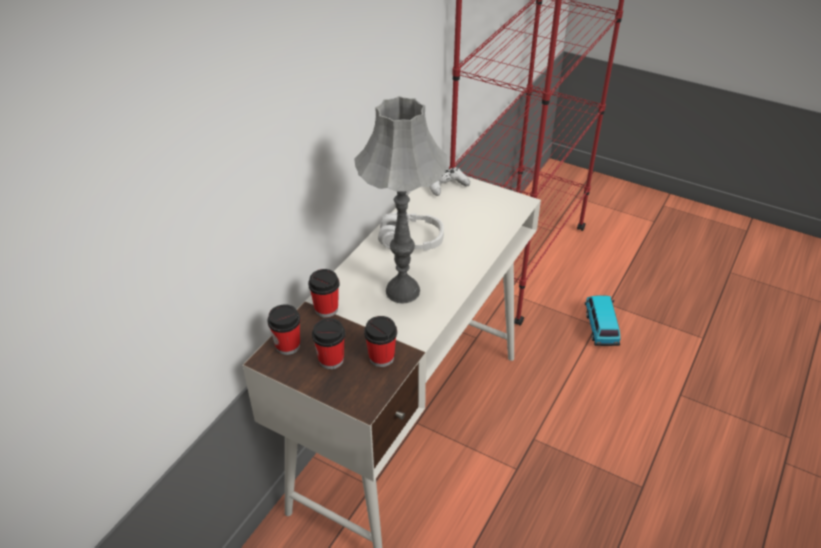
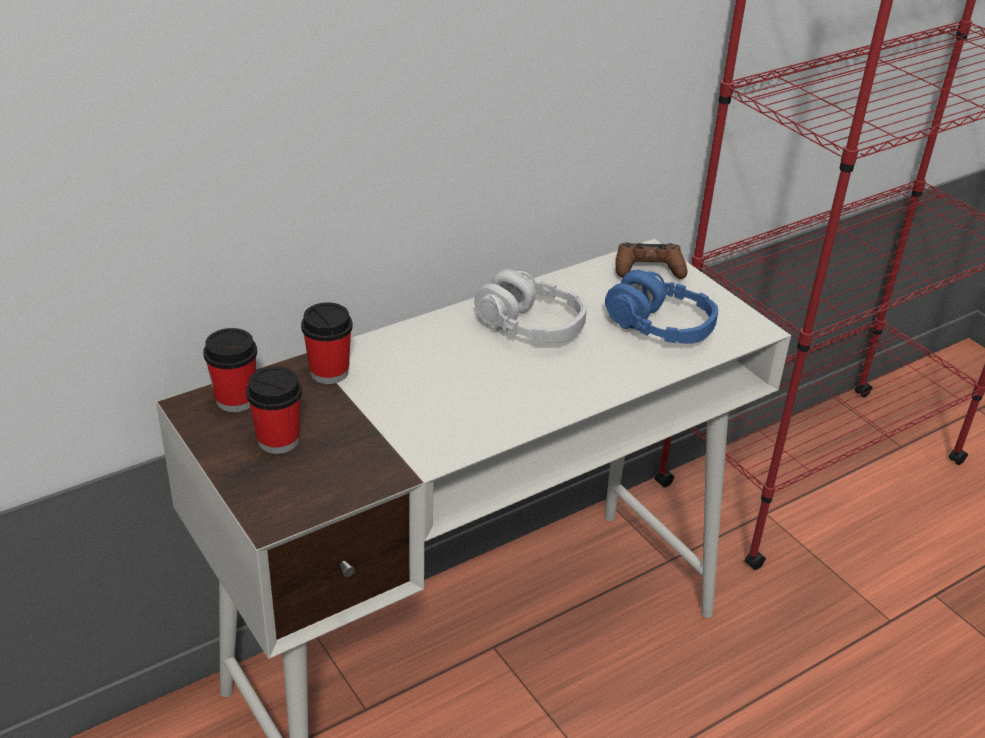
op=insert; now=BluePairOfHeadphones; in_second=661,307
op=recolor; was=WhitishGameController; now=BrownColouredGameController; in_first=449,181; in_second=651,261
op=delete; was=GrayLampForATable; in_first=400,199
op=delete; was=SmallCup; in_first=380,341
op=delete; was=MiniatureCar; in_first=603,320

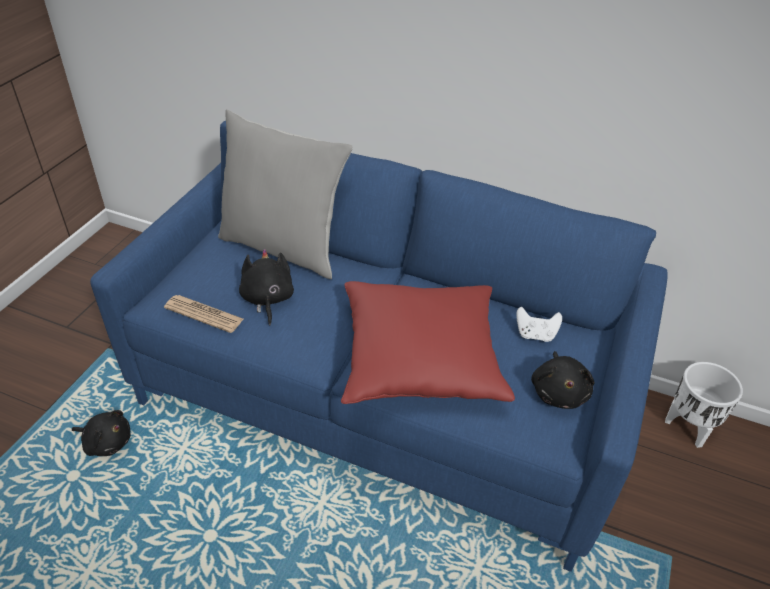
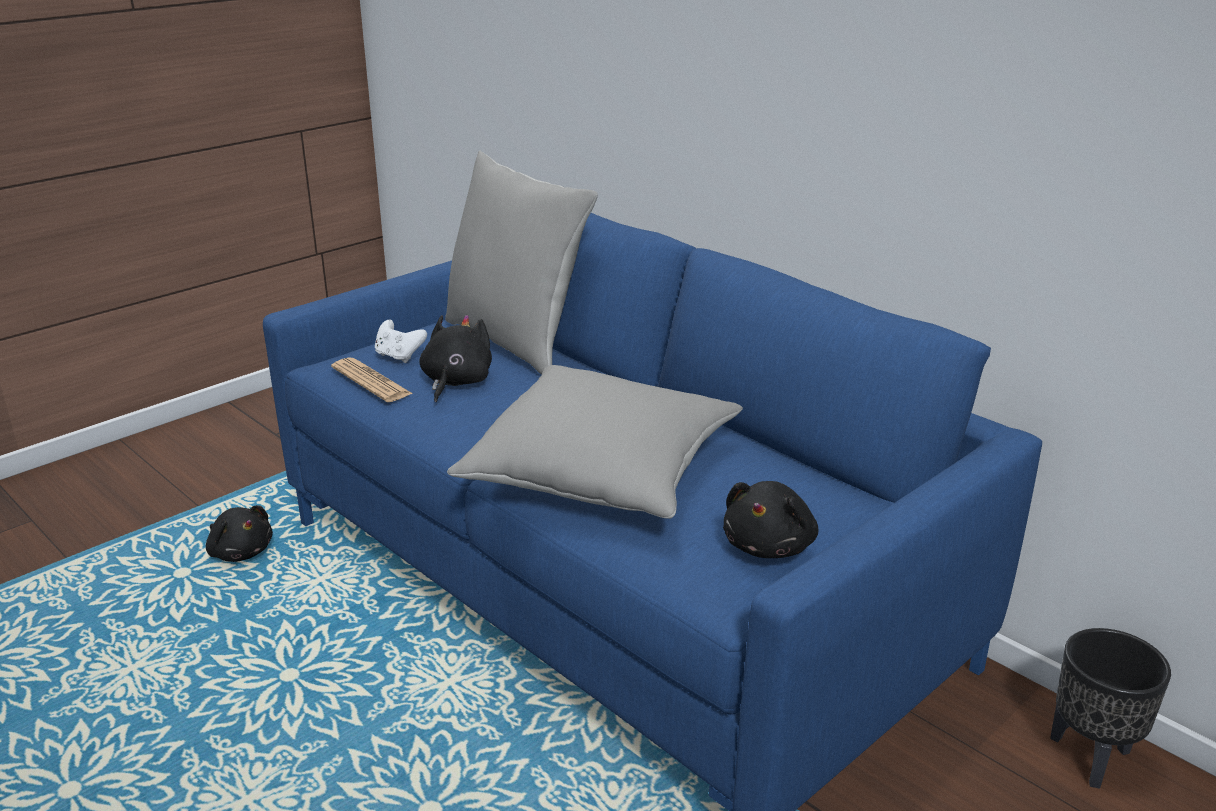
op=move; was=WhitishGameController; in_first=539,324; in_second=401,341
op=recolor; was=RedColouredPillow; now=GrayPillow; in_first=428,342; in_second=595,442
op=recolor; was=WhitishFlowerPot; now=BlackishFlowerPot; in_first=704,405; in_second=1110,708

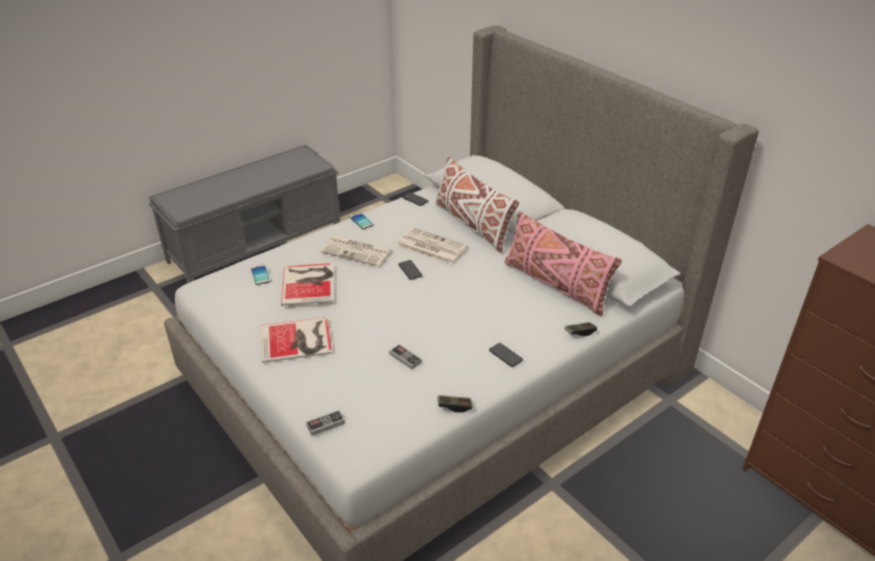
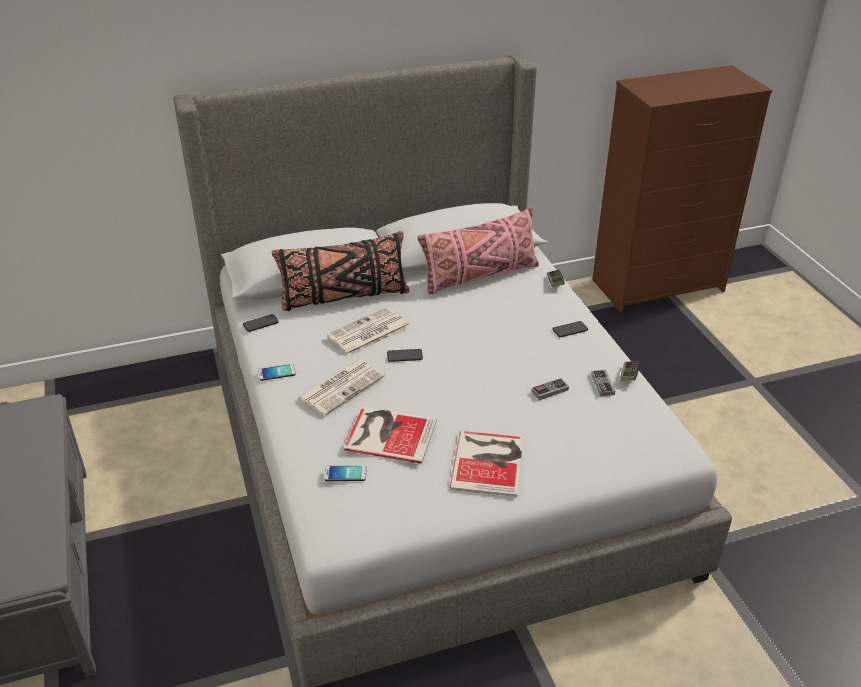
op=recolor; was=WhitishPillow; now=BlackishPillow; in_first=477,205; in_second=340,271
op=move; was=GameController; in_first=325,423; in_second=603,383

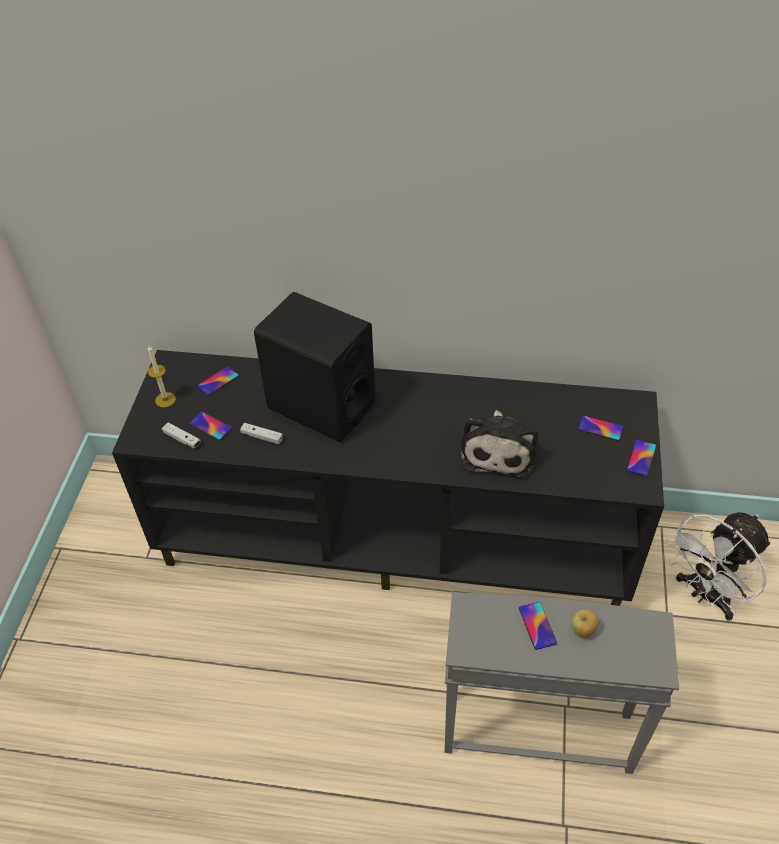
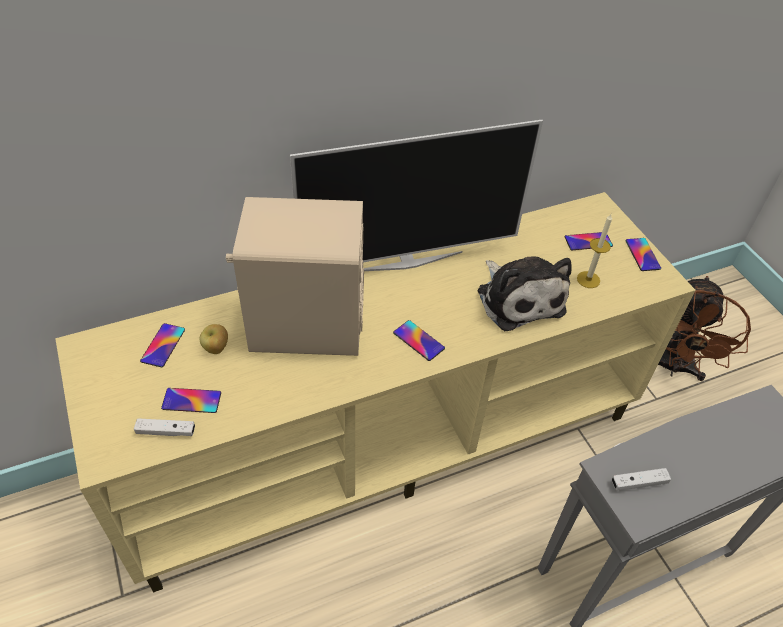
op=recolor; was=BlackishTvUnit; now=BeigeTvUnit; in_first=388,478; in_second=375,392
op=move; was=Apple; in_first=585,623; in_second=214,339
op=recolor; was=BlackishSpeaker; now=BeigeSpeaker; in_first=314,367; in_second=295,276
op=insert; now=TvSet; in_second=416,195
op=move; was=Handset; in_first=538,626; in_second=419,340
op=move; was=WaxLight; in_first=162,376; in_second=594,251
op=move; was=WhitishGameController; in_first=261,433; in_second=641,479
op=recolor; was=WhitishElectricFan; now=BrownColouredElectricFan; in_first=718,566; in_second=704,328

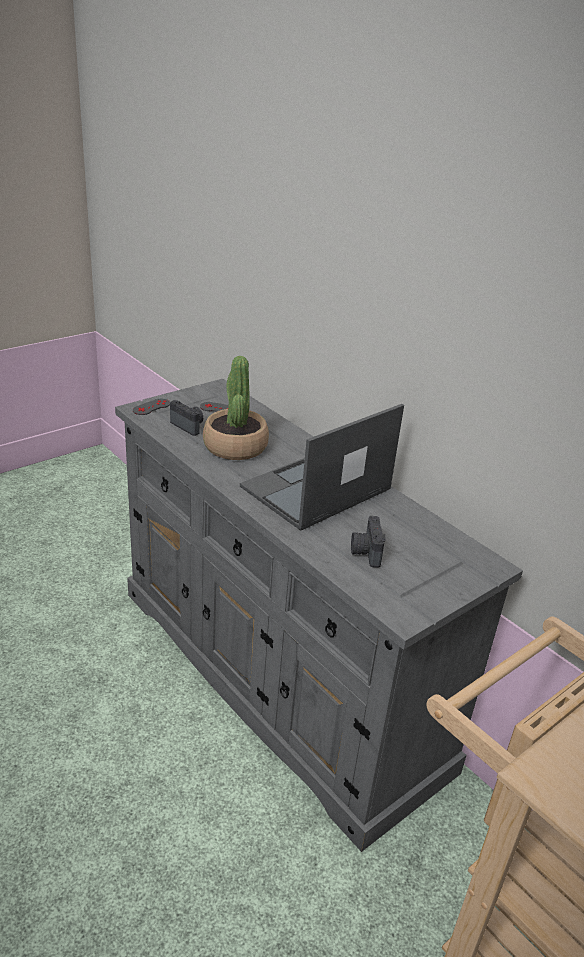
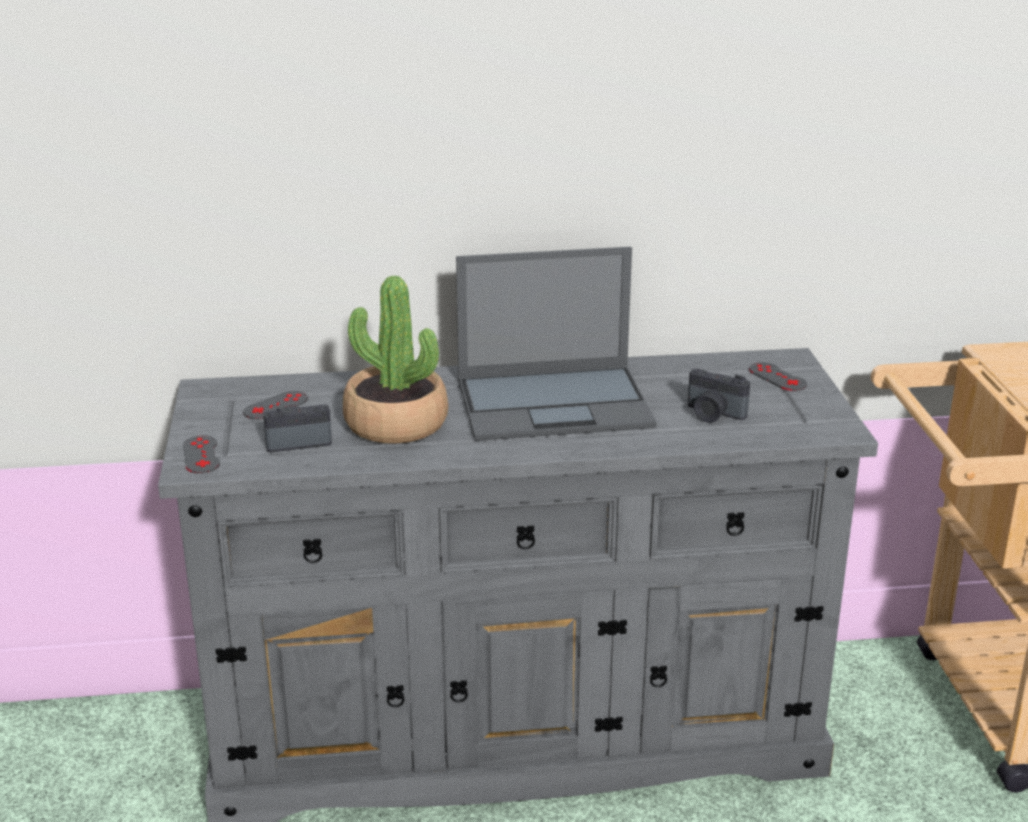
op=rotate; was=NotebookComputer; in_first=322,467; in_second=556,344; clockwise=-90
op=insert; now=GrayGameController; in_second=778,376

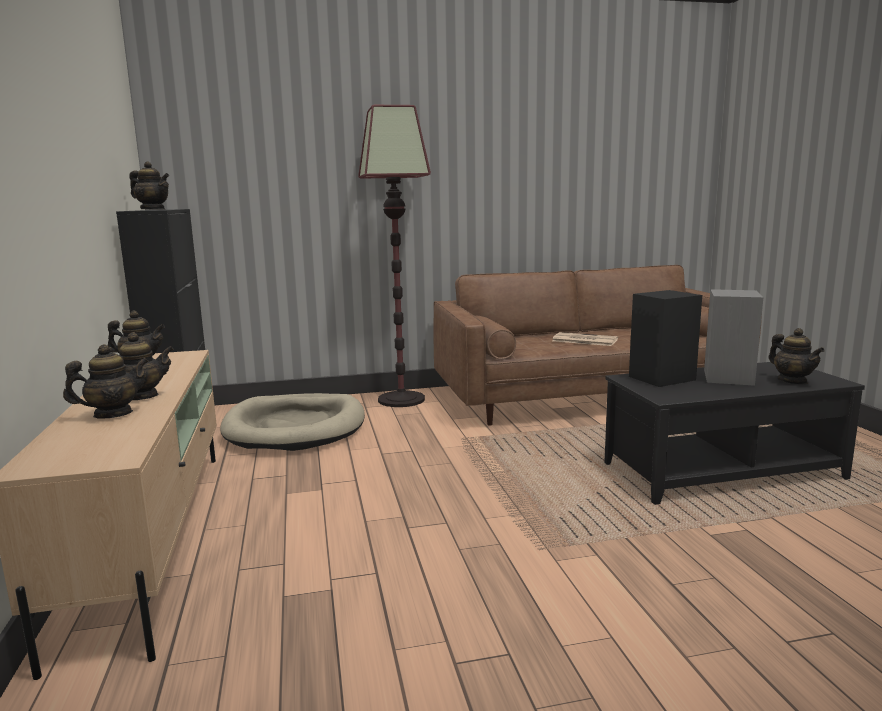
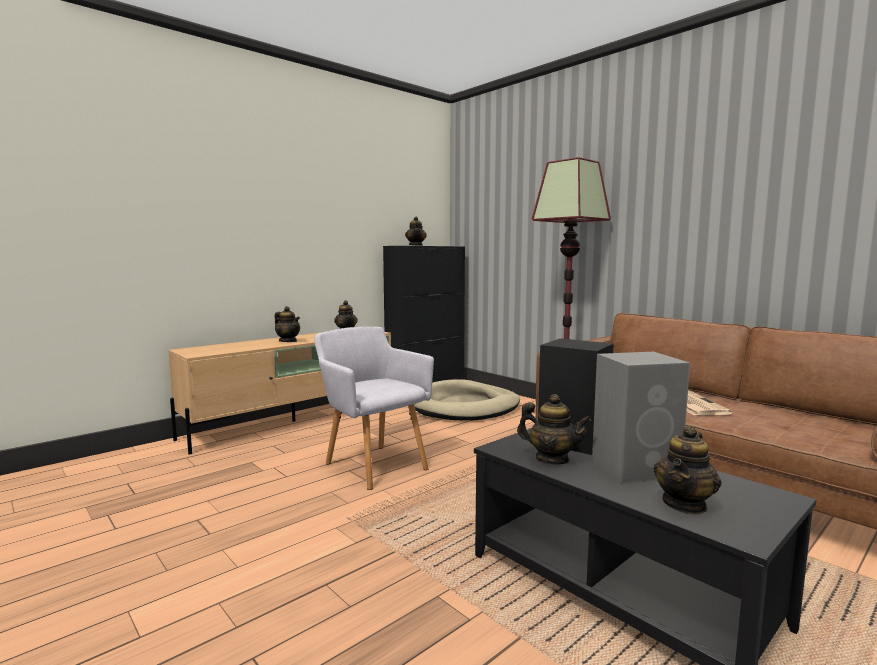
op=insert; now=GrayEasyChair; in_second=374,408
op=move; was=TeaPot; in_first=106,381; in_second=554,429

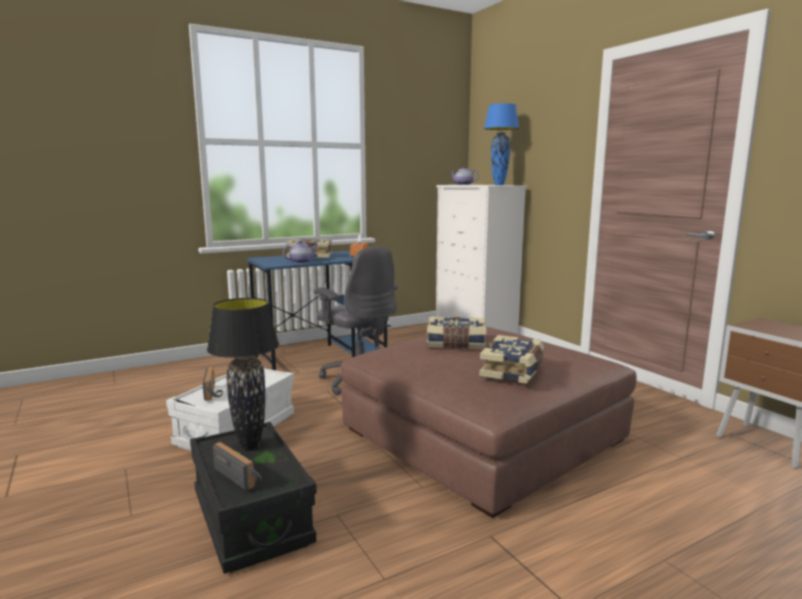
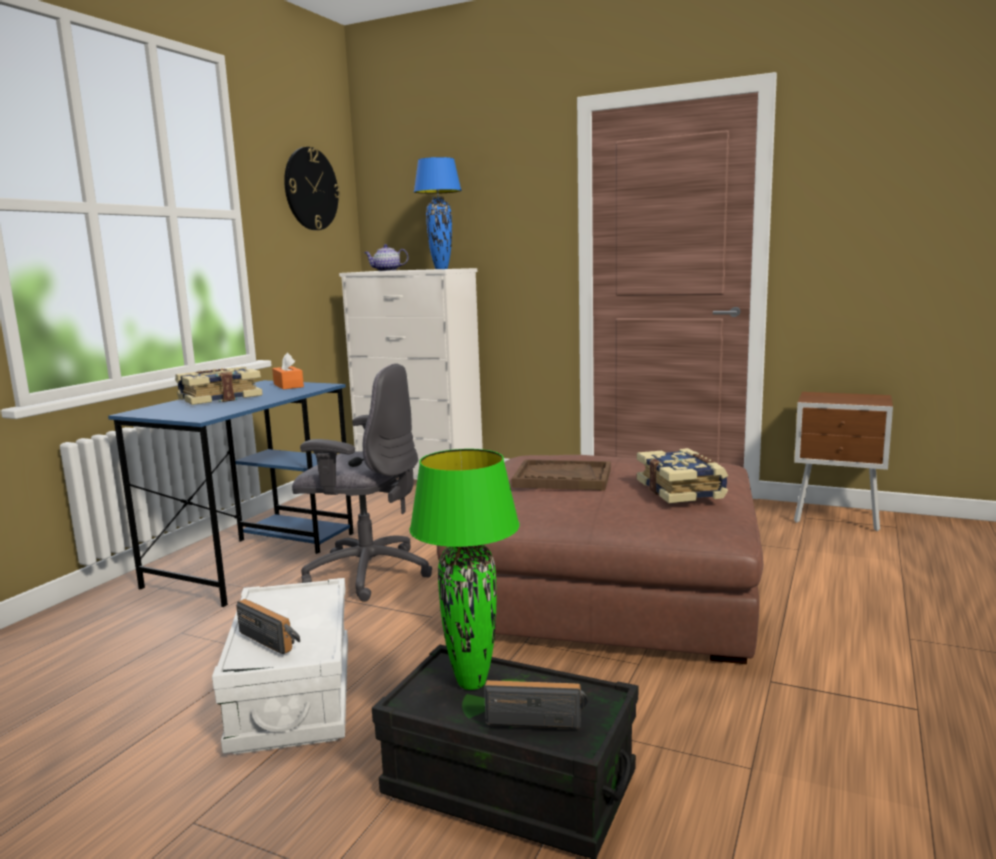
op=insert; now=WallClock; in_second=312,188
op=recolor; was=BlackishLampForATable; now=GreenLampForATable; in_first=243,374; in_second=465,569
op=replace; was=Book; now=BrownColouredServingTray; in_first=456,332; in_second=561,475
op=delete; was=TeaPot; in_first=300,251

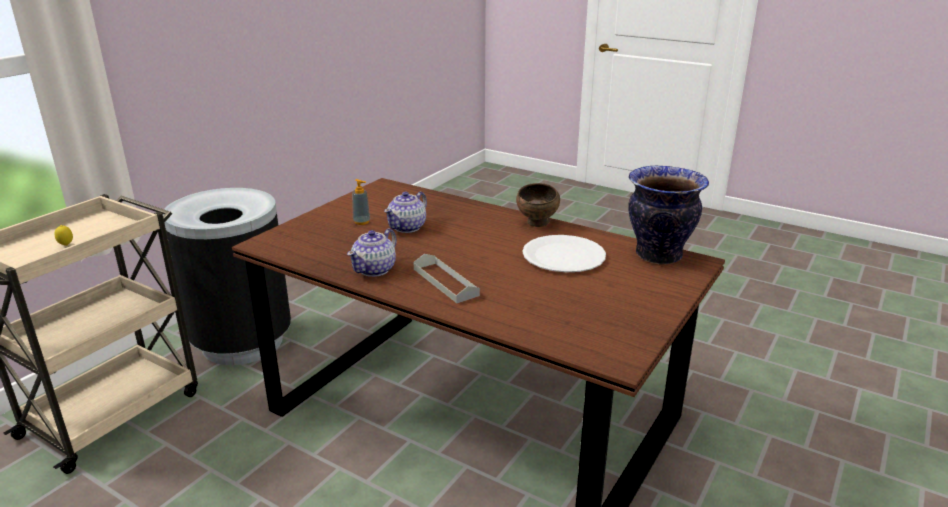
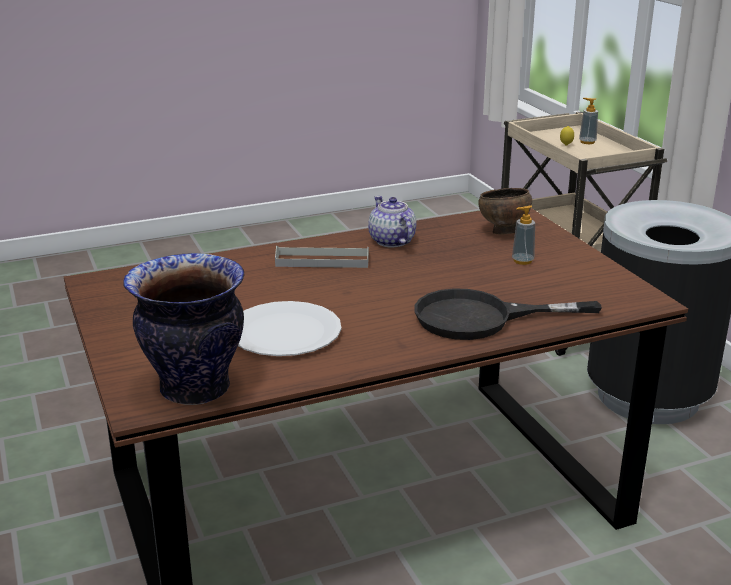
op=insert; now=BlackishSkillet; in_second=508,314
op=move; was=BrownColouredBowl; in_first=538,205; in_second=505,211
op=insert; now=LiquidSoapBottle; in_second=588,121
op=delete; was=TeaPot; in_first=405,212

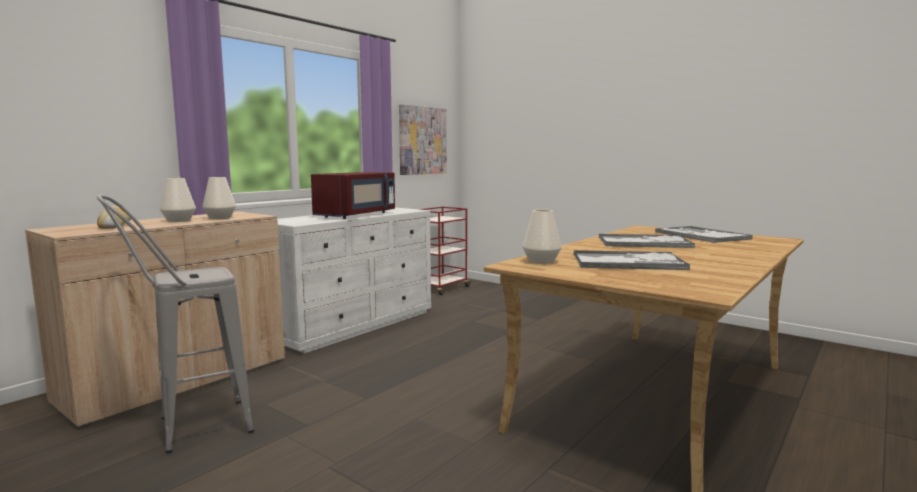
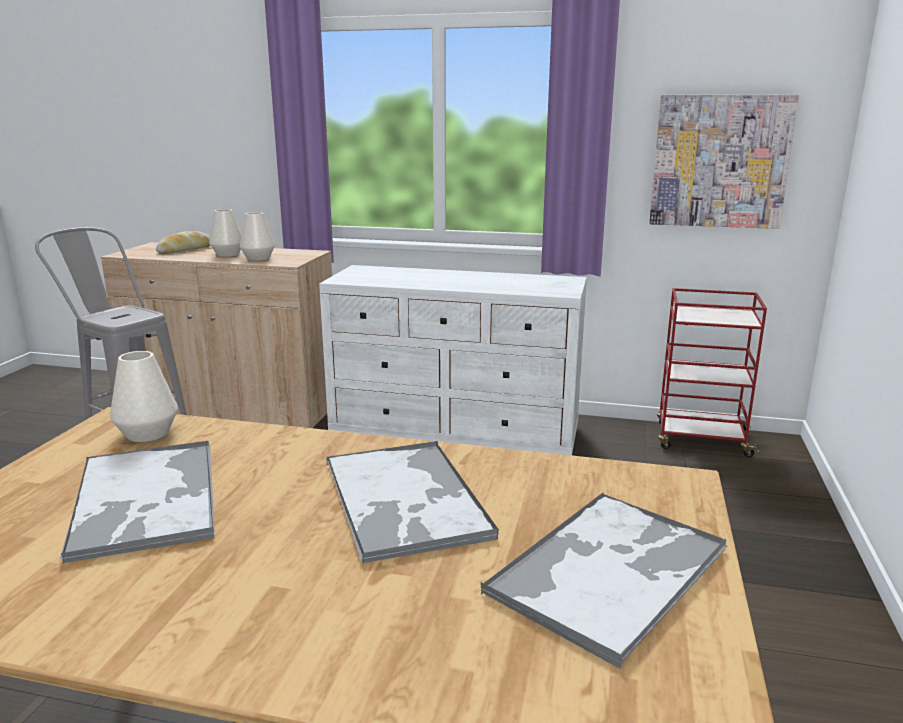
op=delete; was=RedColouredMicrowaveOven; in_first=353,195

